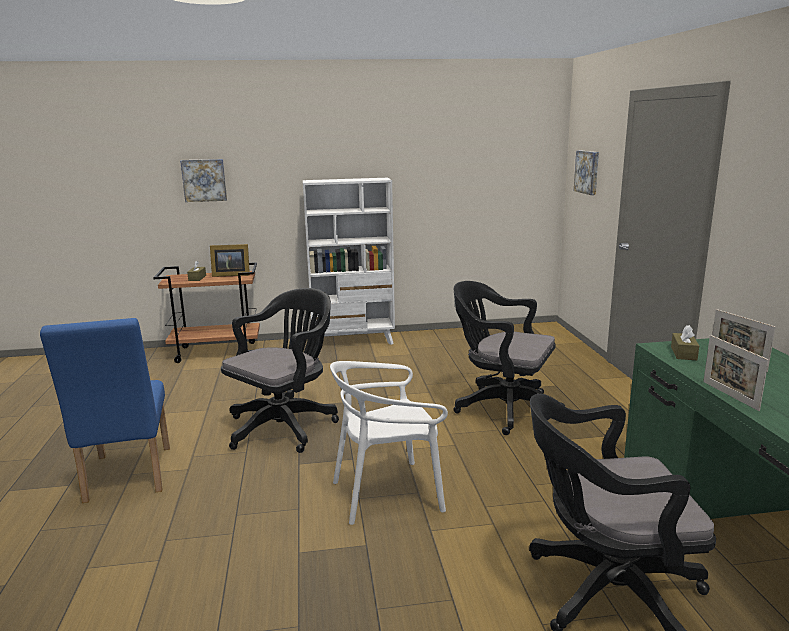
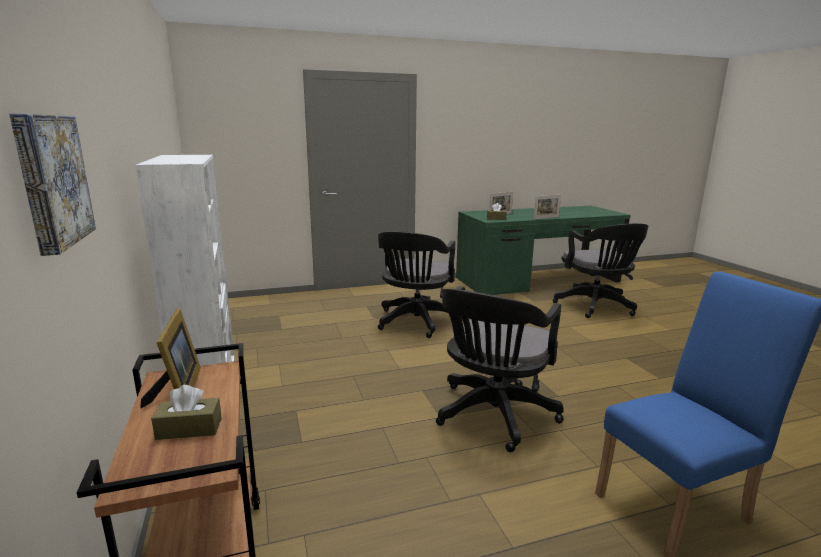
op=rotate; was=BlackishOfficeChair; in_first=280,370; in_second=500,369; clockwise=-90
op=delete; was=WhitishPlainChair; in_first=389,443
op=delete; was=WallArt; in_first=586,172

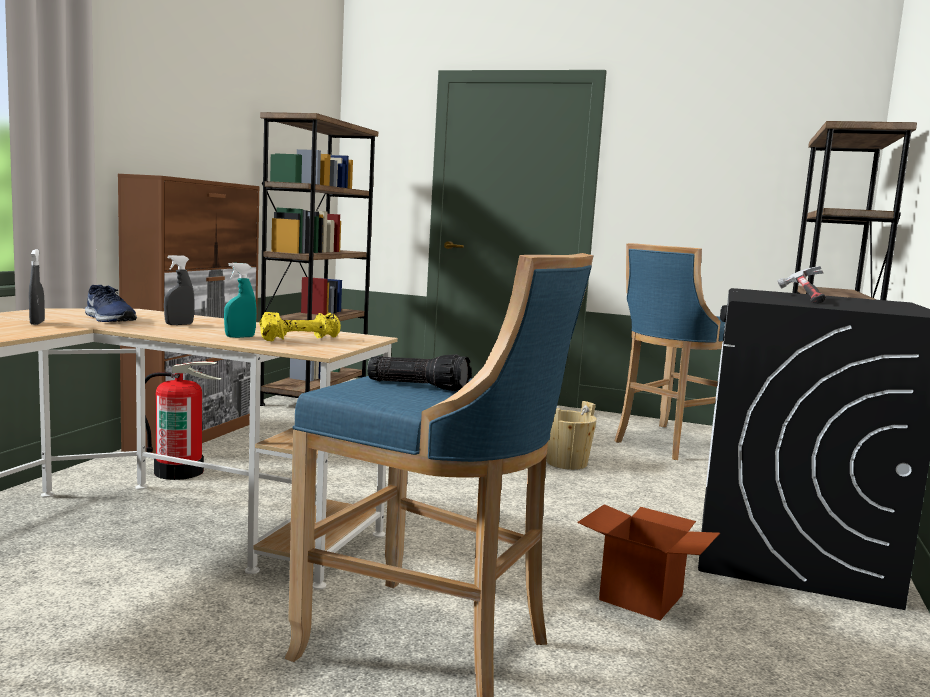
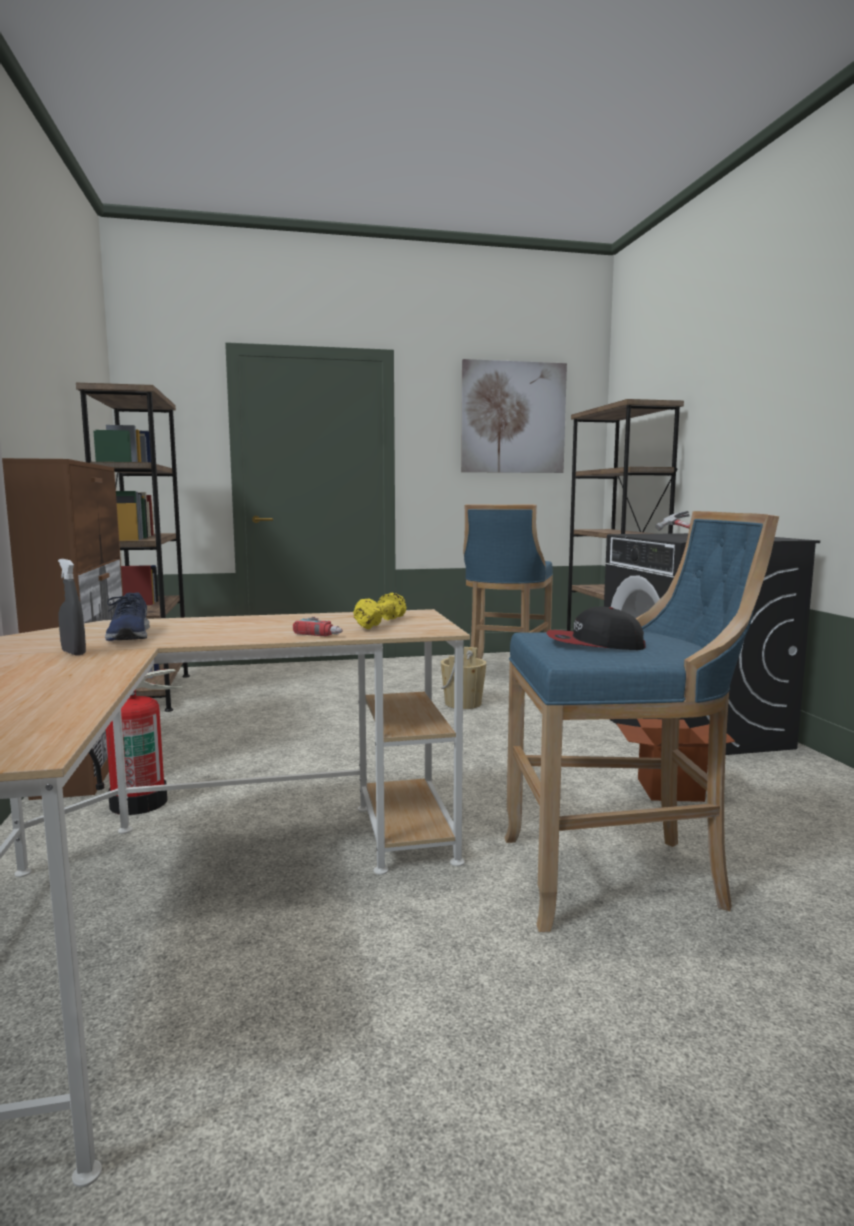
op=rotate; was=BlueLowShoe; in_first=111,303; in_second=127,616; clockwise=60
op=replace; was=TurquoiseSprayBottle; now=Drill; in_first=240,300; in_second=318,626
op=insert; now=WallArt; in_second=514,416
op=replace; was=Flashlight; now=PeakedCap; in_first=419,372; in_second=596,628
op=delete; was=GraySprayBottle; in_first=179,290

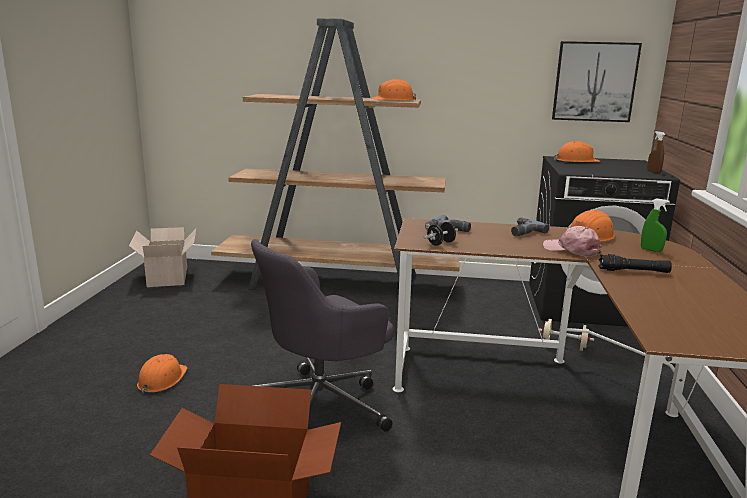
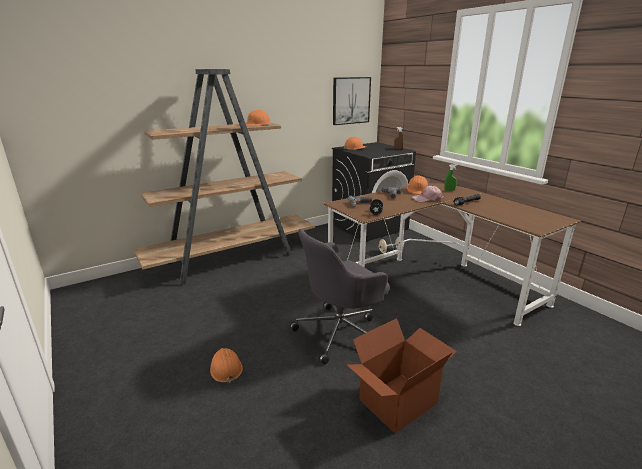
op=rotate; was=GrayOfficeChair; in_first=322,335; in_second=340,297; clockwise=45
op=delete; was=Carton; in_first=162,257

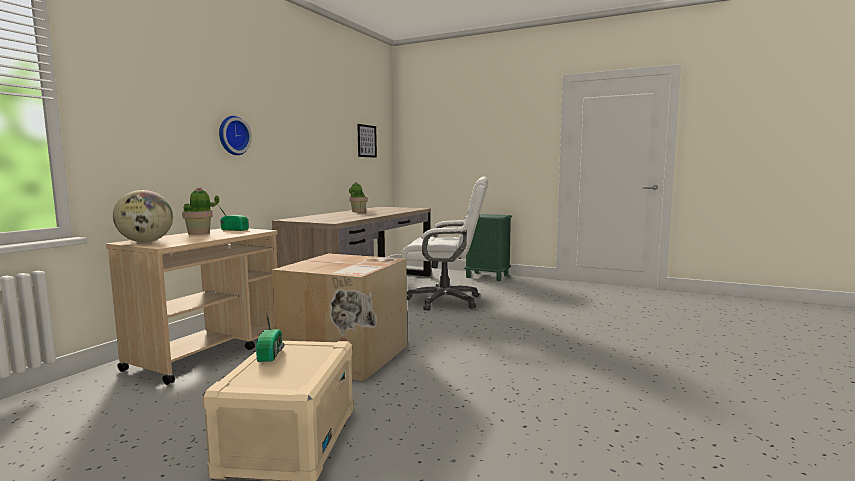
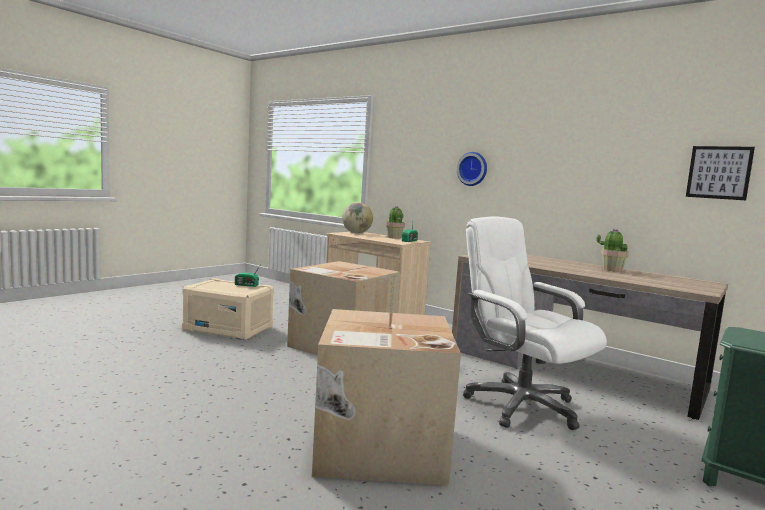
op=insert; now=Carton; in_second=386,397
op=rotate; was=WhitishOfficeChair; in_first=444,243; in_second=535,323; clockwise=120

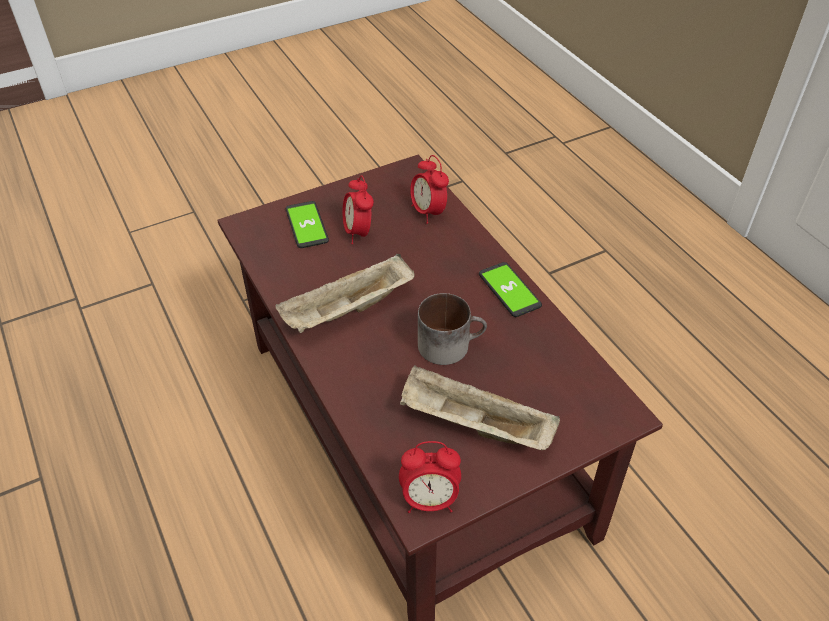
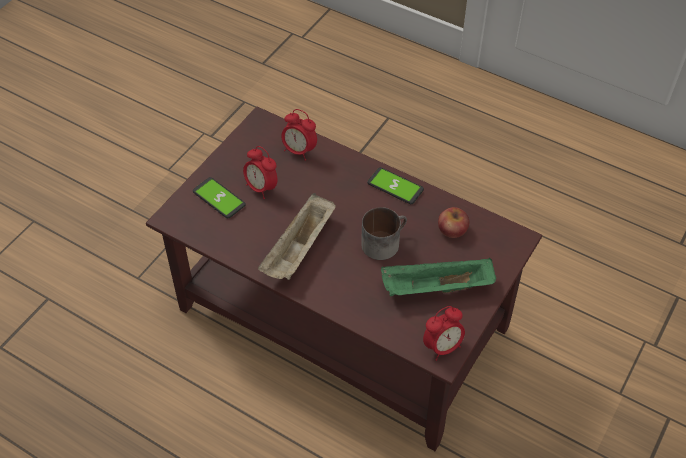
op=recolor; was=BeigeServingTray; now=GreenServingTray; in_first=480,407; in_second=438,277
op=insert; now=Apple; in_second=453,222

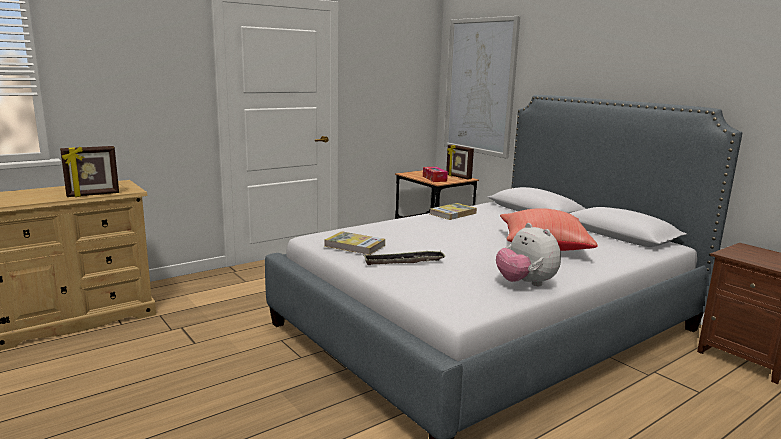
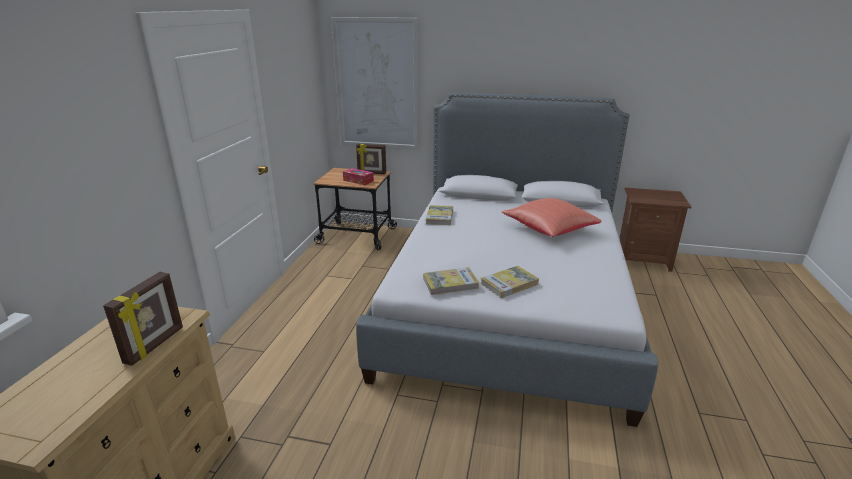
op=replace; was=ServingTray; now=Book; in_first=404,258; in_second=510,282
op=delete; was=SoftToy; in_first=528,254

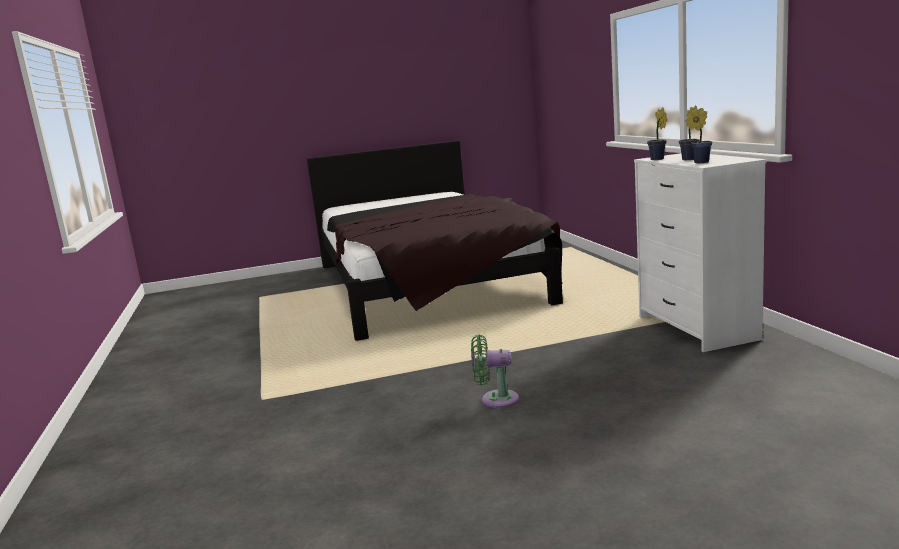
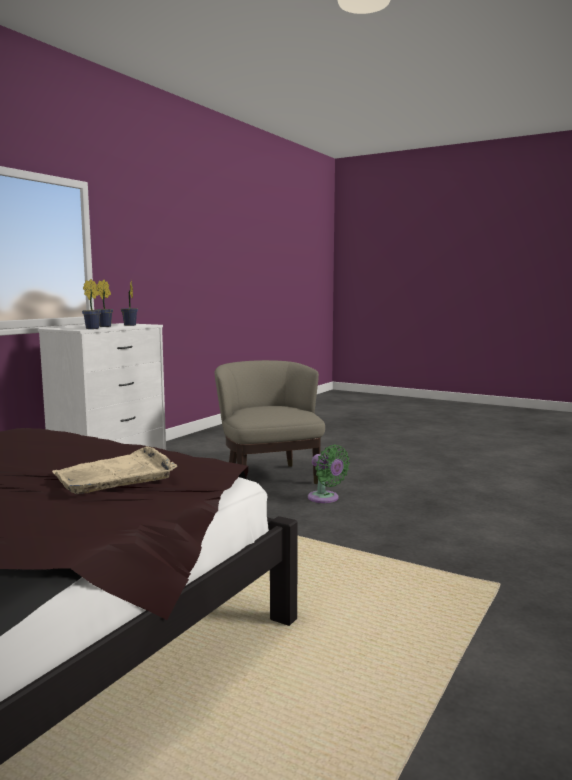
op=insert; now=BeigeServingTray; in_second=114,470
op=insert; now=BeigeEasyChair; in_second=270,422

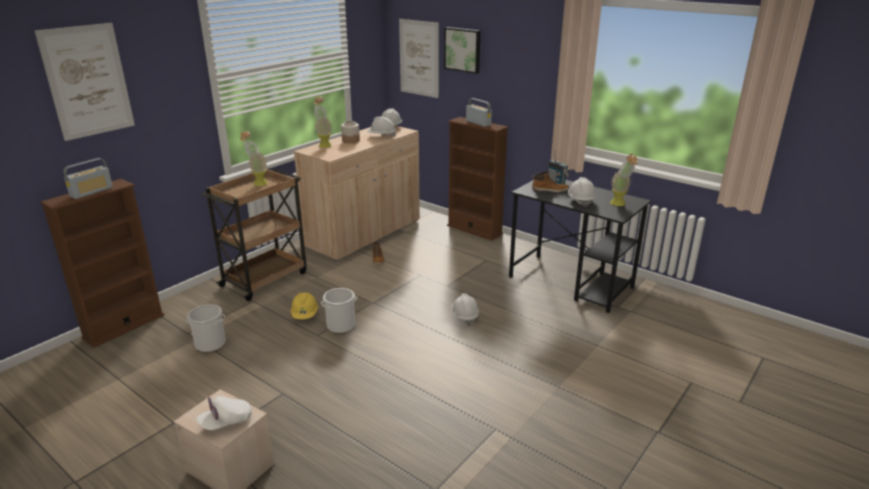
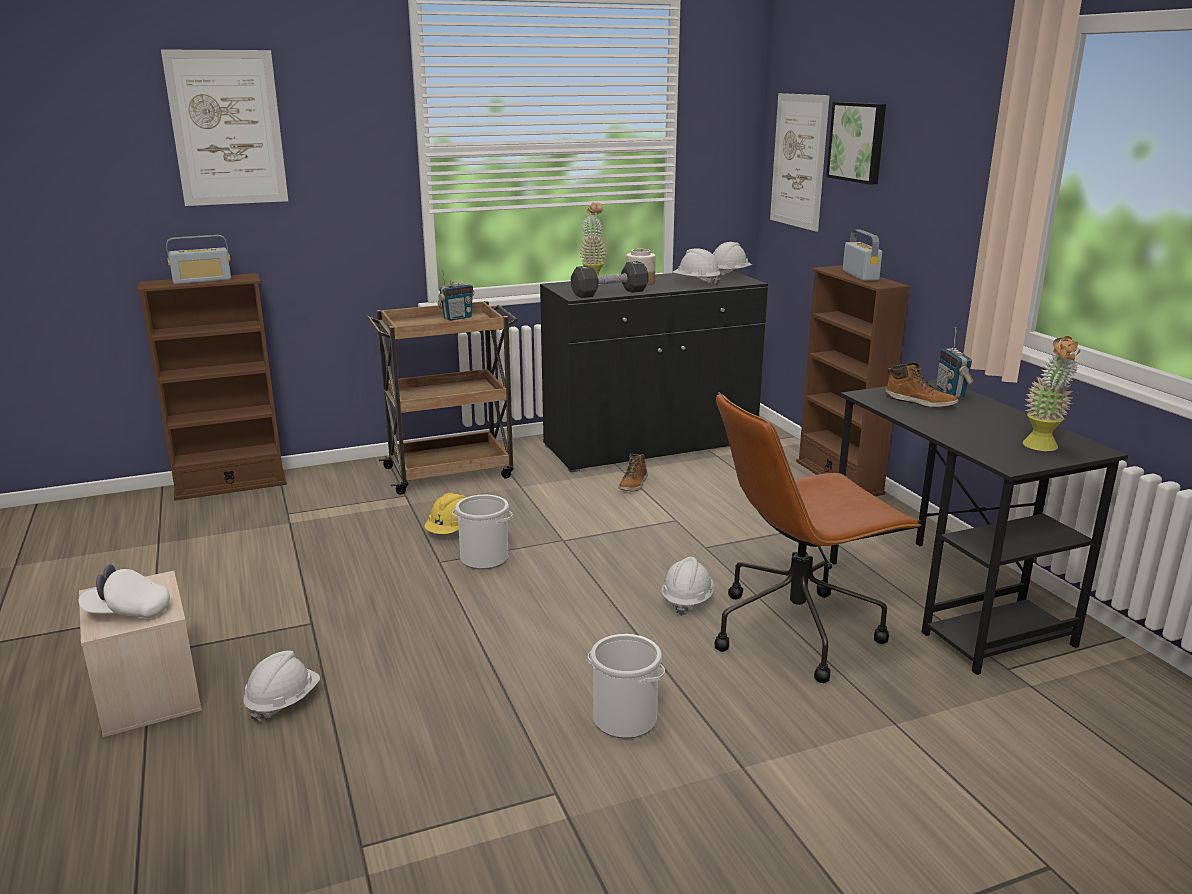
op=move; was=WhitishWorkHelmet; in_first=582,192; in_second=282,686
op=replace; was=Houseplant; now=RadioReceiver; in_first=254,158; in_second=456,295
op=recolor; was=BeigeStorageCabinet; now=BlackishStorageCabinet; in_first=357,193; in_second=654,371
op=insert; now=BlackishFreeWeight; in_second=610,279
op=move; was=Bucket; in_first=206,328; in_second=626,686
op=insert; now=BrownColouredOfficeChair; in_second=818,537

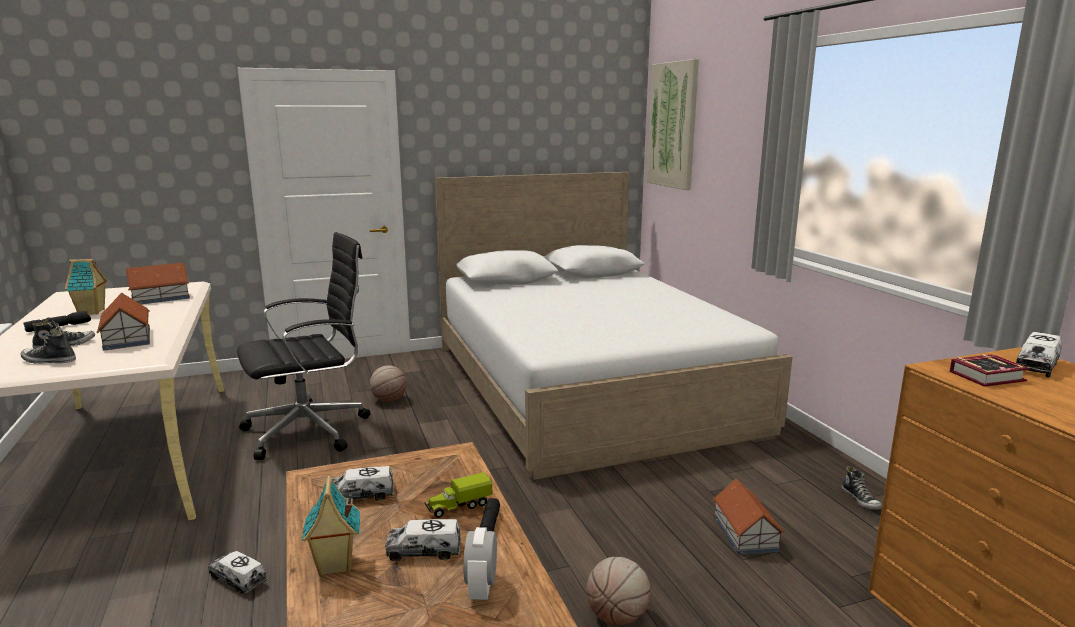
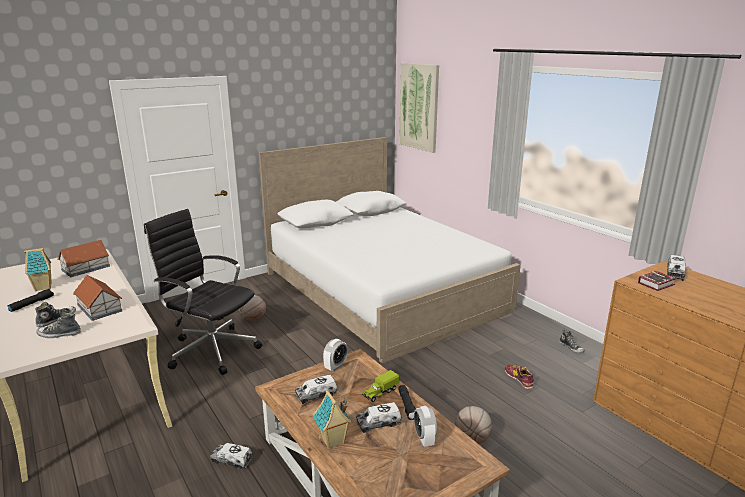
op=rotate; was=BlackishOfficeChair; in_first=303,346; in_second=203,292; clockwise=-105
op=insert; now=AlarmClock; in_second=335,355
op=replace; was=ToyHouse; now=LowShoe; in_first=748,517; in_second=519,376

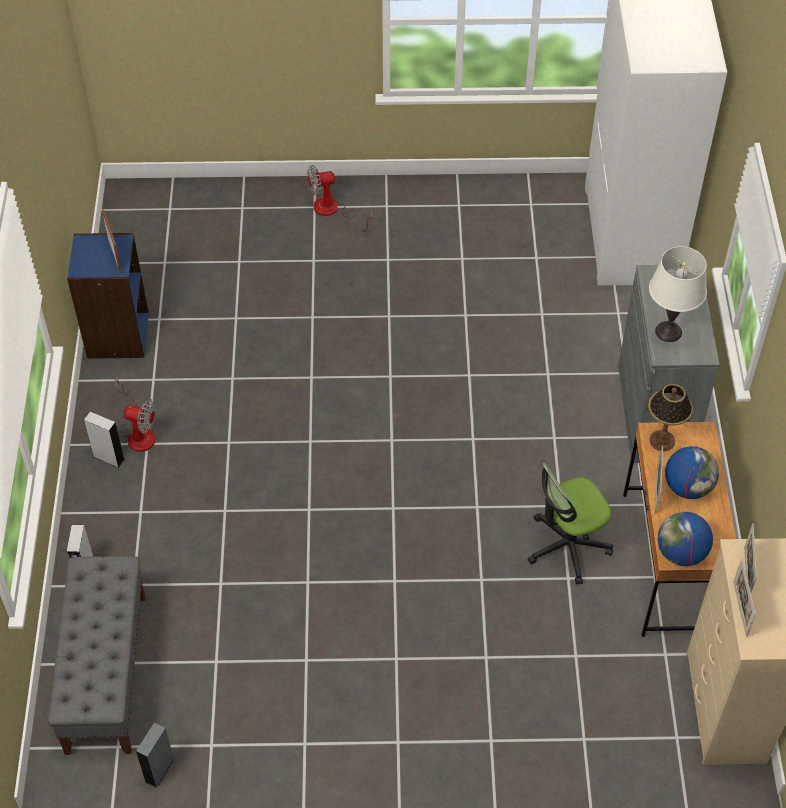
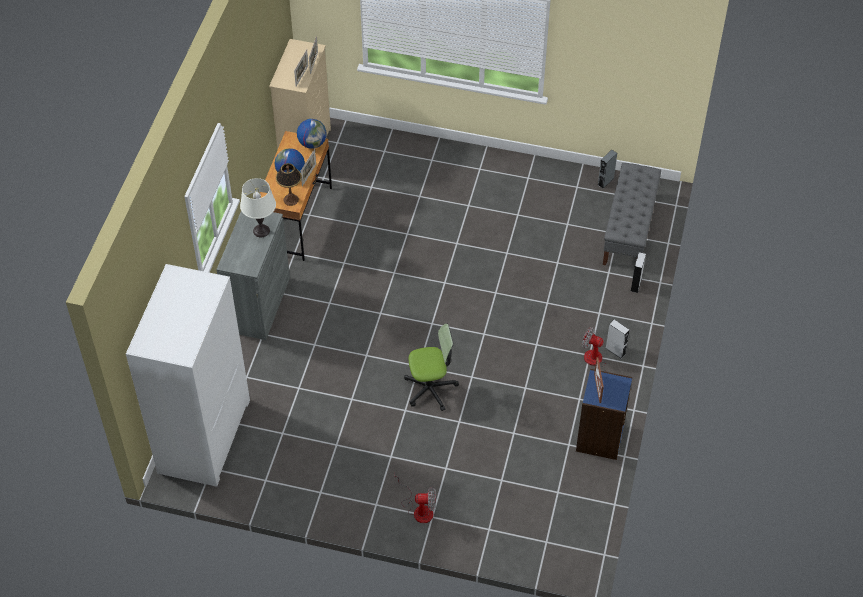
op=move; was=OfficeChair; in_first=570,524; in_second=431,367

